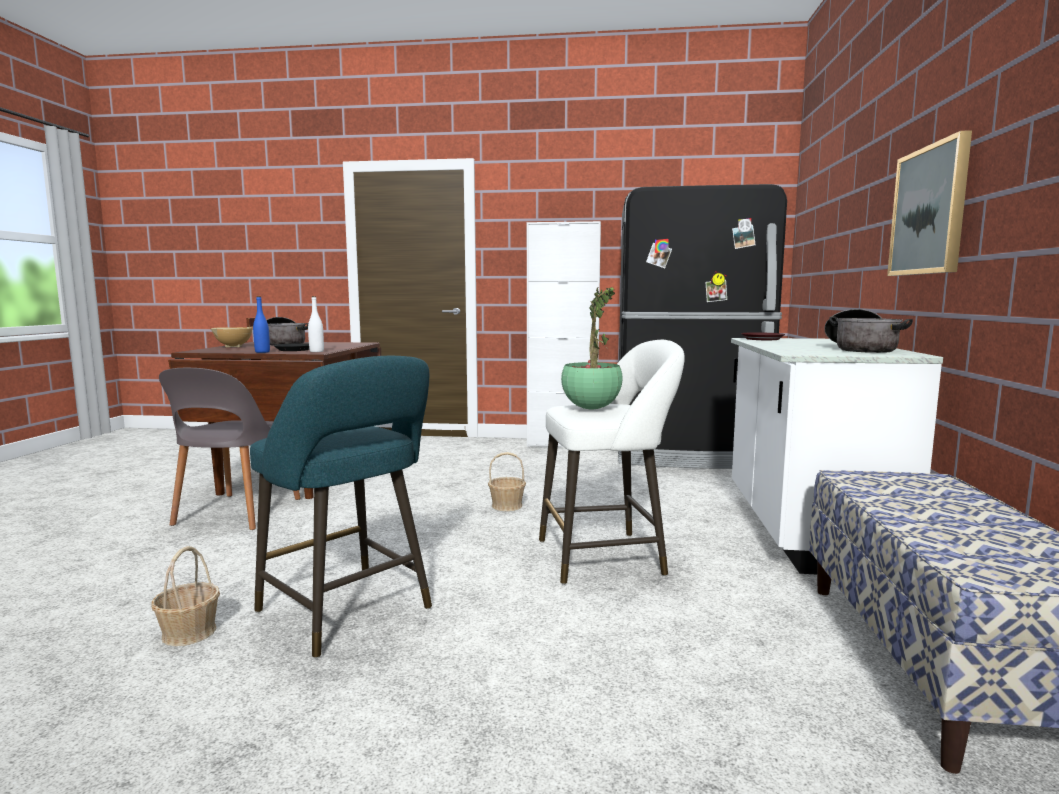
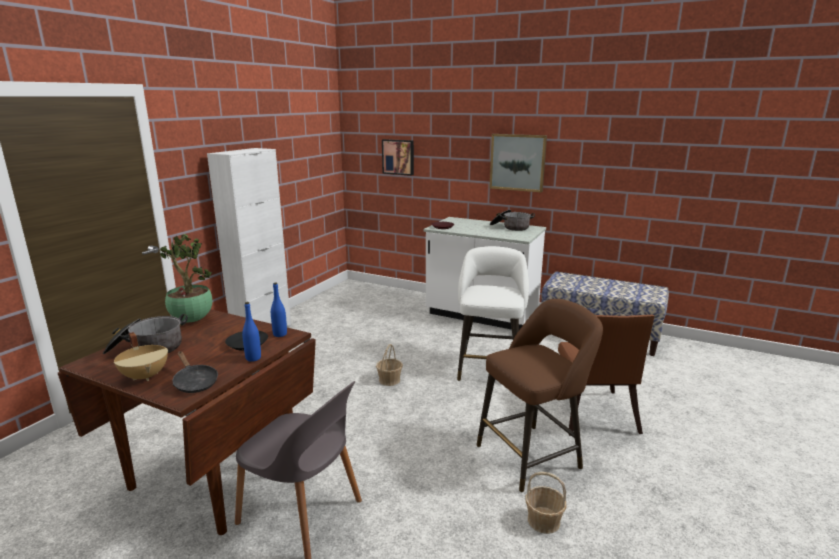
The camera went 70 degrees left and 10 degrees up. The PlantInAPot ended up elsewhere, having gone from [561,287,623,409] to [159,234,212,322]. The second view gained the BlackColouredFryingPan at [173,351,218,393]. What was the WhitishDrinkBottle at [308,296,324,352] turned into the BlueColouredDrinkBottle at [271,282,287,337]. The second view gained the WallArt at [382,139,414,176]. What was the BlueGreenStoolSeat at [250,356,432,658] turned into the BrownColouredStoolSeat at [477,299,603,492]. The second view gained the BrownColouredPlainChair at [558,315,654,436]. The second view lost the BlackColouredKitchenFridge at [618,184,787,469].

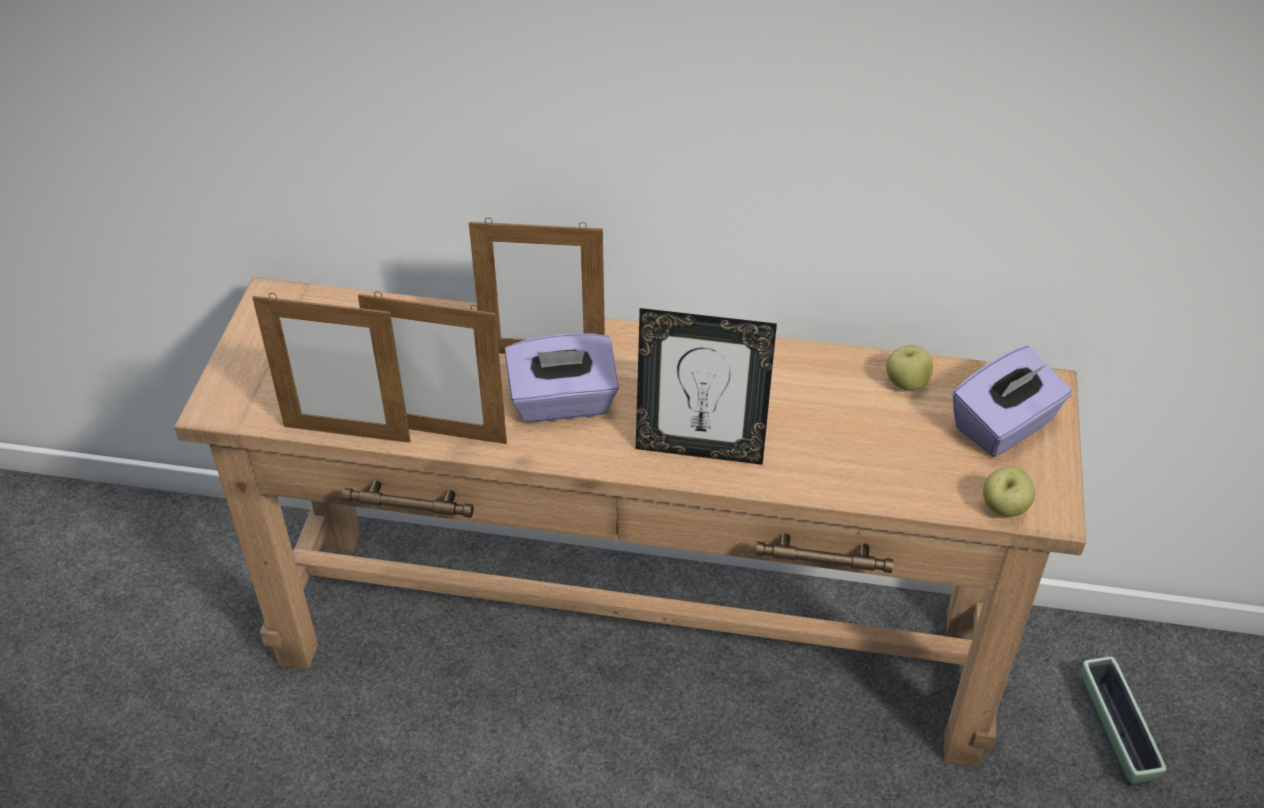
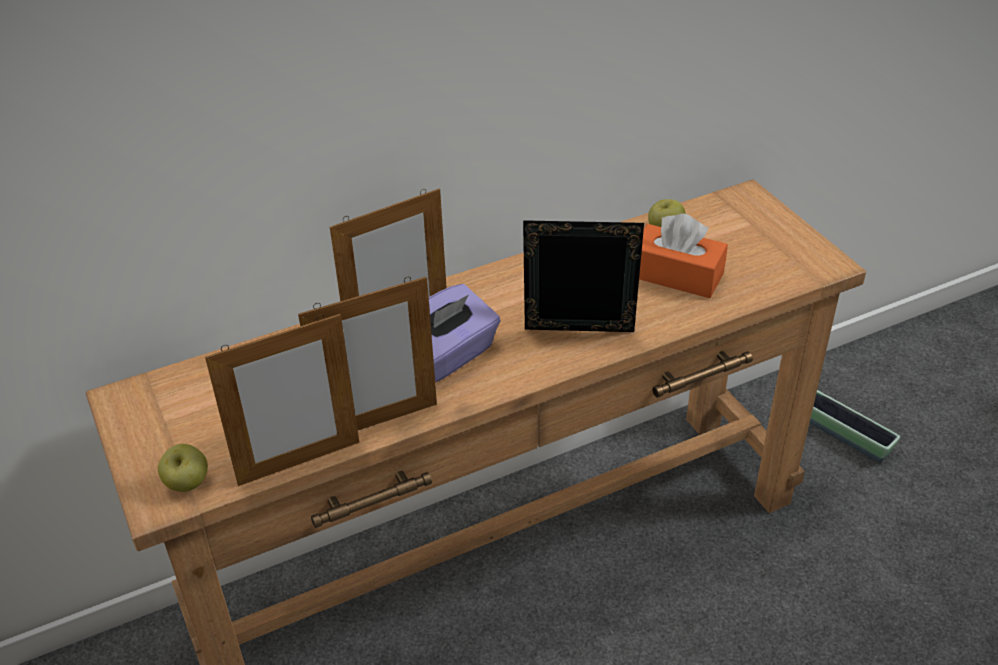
The camera went 35 degrees left and 5 degrees down. The WholeApple ended up elsewhere, having gone from [983,467,1035,517] to [158,444,208,492]. The PhotoFrame at [636,308,777,465] ended up facing another way, 150 degrees counterclockwise from before. The second view gained the OrangeColouredBoxOfTissues at [639,213,728,298]. The second view lost the PurplishBoxOfTissues at [952,346,1072,457].

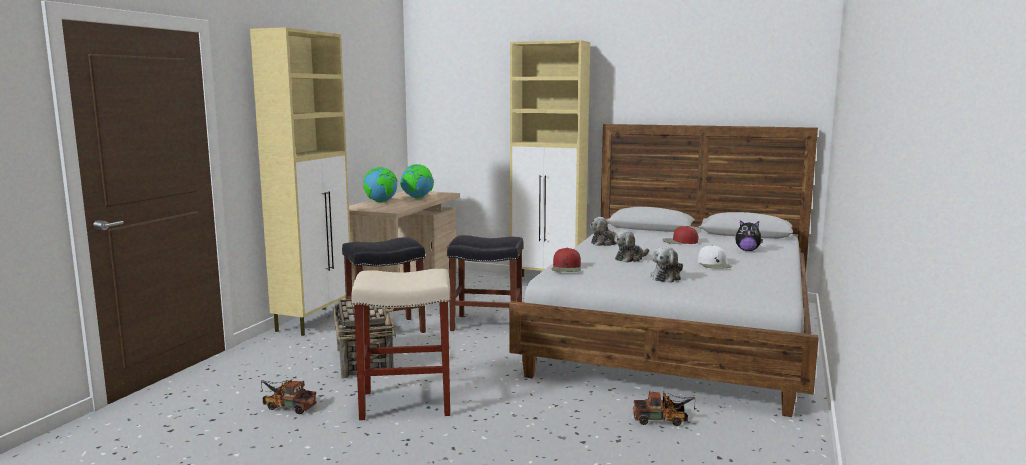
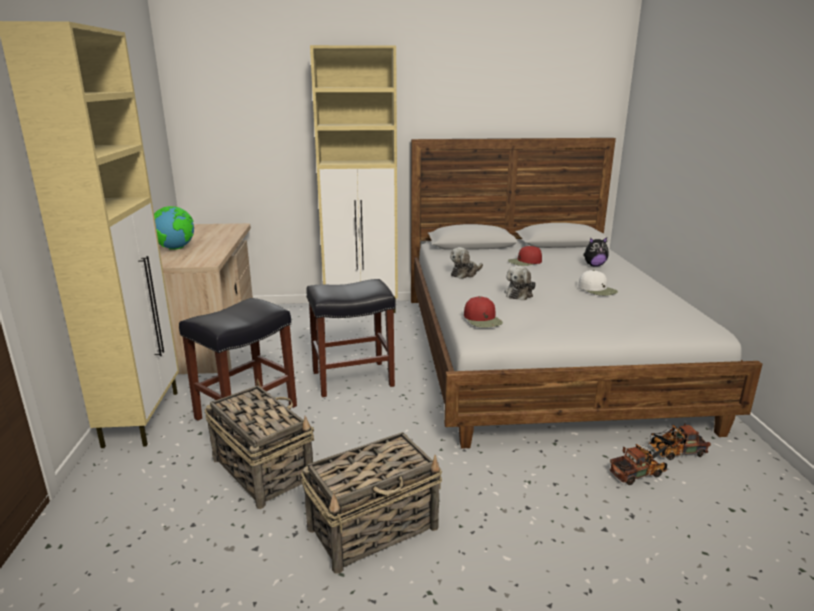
The camera went 25 degrees left and 10 degrees up. Where the SandColouredStoolSeat stood at [351,269,450,420], the StorageBasket came to stand at [301,432,442,574]. The ToyLorry ended up elsewhere, having gone from [260,379,317,414] to [648,423,711,460]. The second view lost the Globe at [400,164,434,198]. The second view lost the PlushToy at [650,246,683,283].

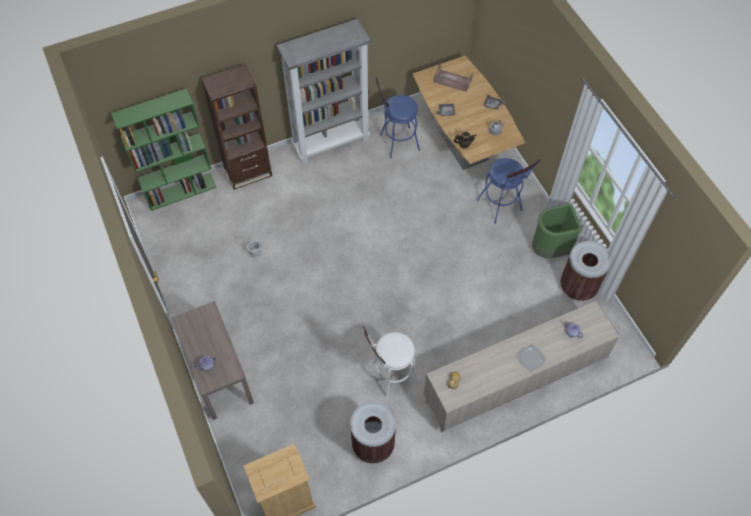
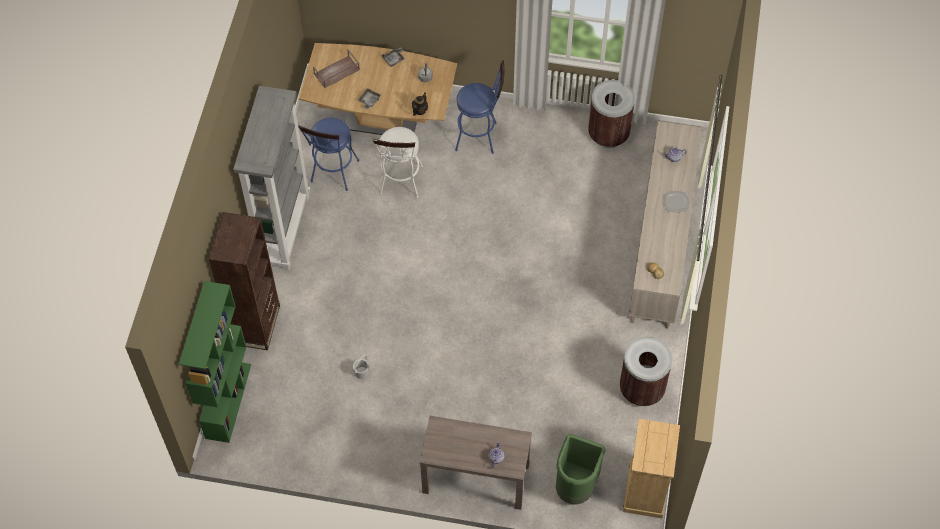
The camera went 55 degrees left and 0 degrees up. The WhitishStoolSeat ended up elsewhere, having gone from [362,327,419,399] to [372,127,423,198]. The GreenRubbishBin ended up elsewhere, having gone from [532,204,582,258] to [556,434,606,504].

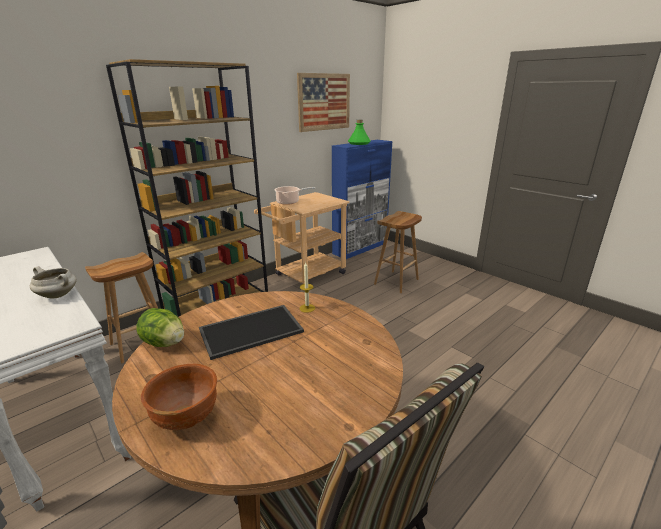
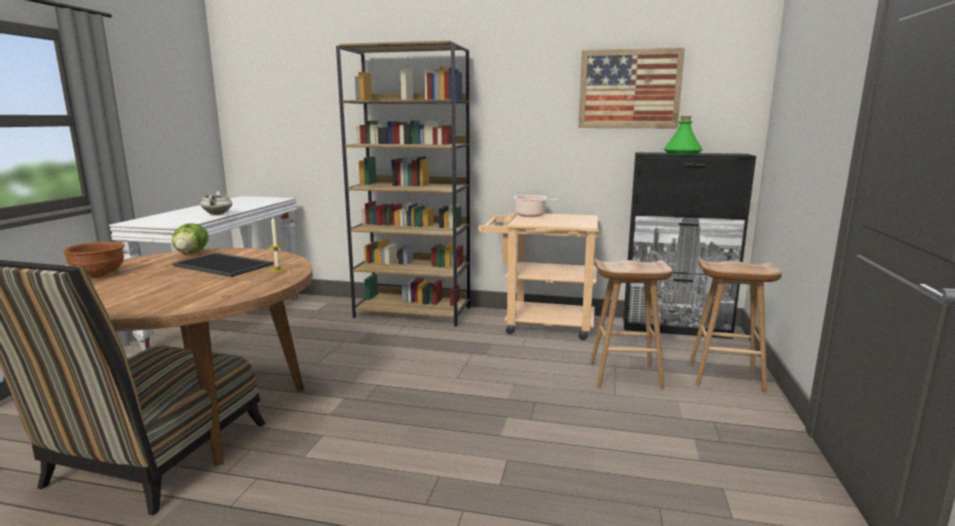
The camera went 55 degrees right and 10 degrees down. What was the BlueColouredStorageCabinet at [332,140,393,259] turned into the BlackColouredStorageCabinet at [623,152,756,339]. The BrownColouredStoolSeat ended up elsewhere, having gone from [85,252,158,363] to [689,259,782,393].

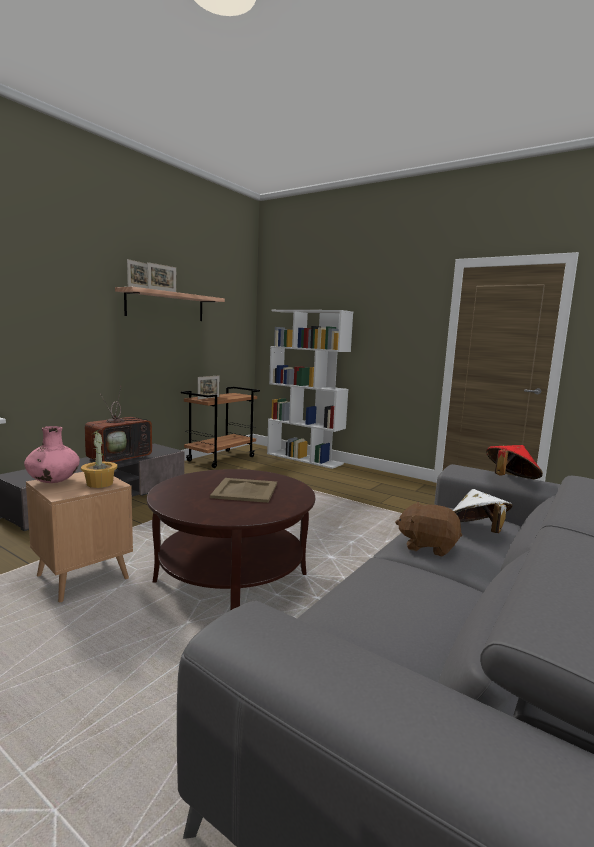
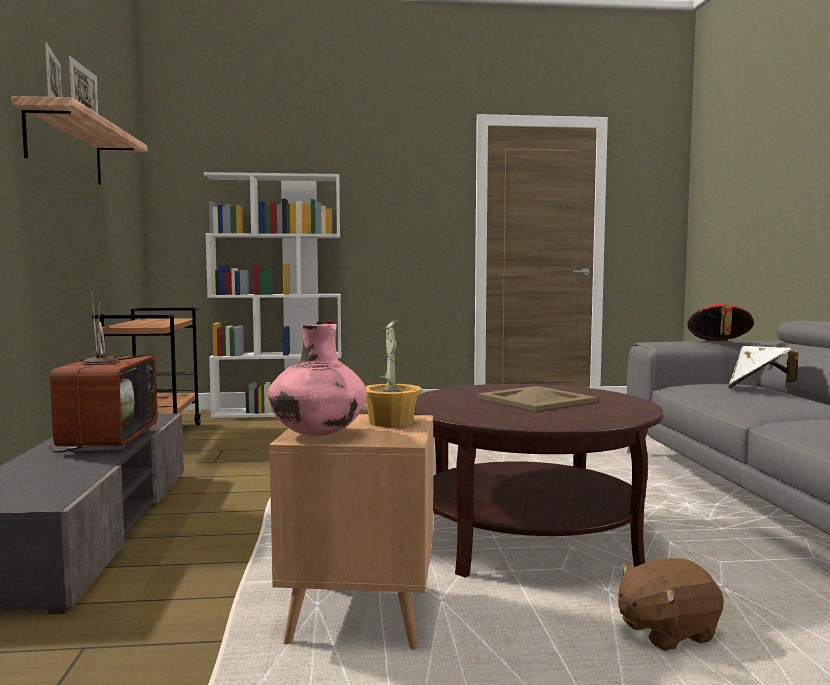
The camera went 40 degrees left and 5 degrees down. The BrownColouredPlushToy ended up elsewhere, having gone from [395,502,462,557] to [618,558,724,651]. The second view lost the PhotoFrame at [198,376,219,399].

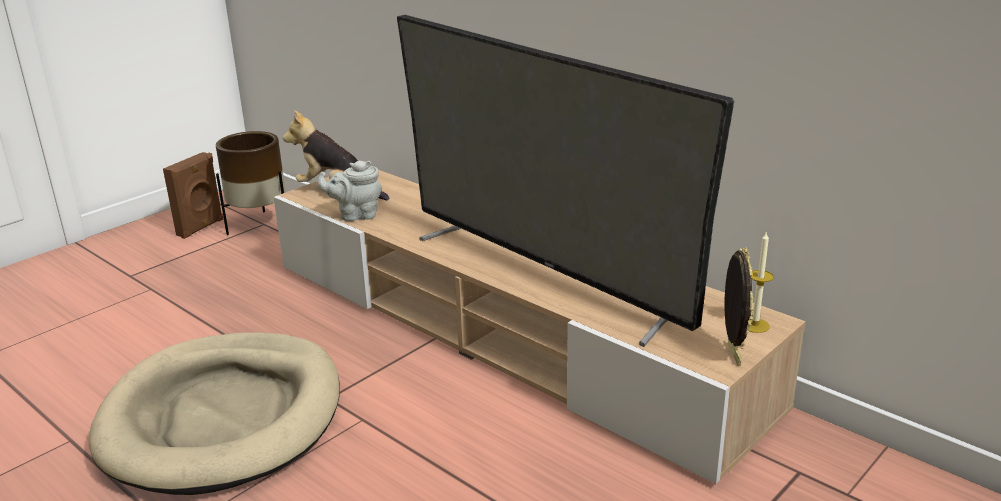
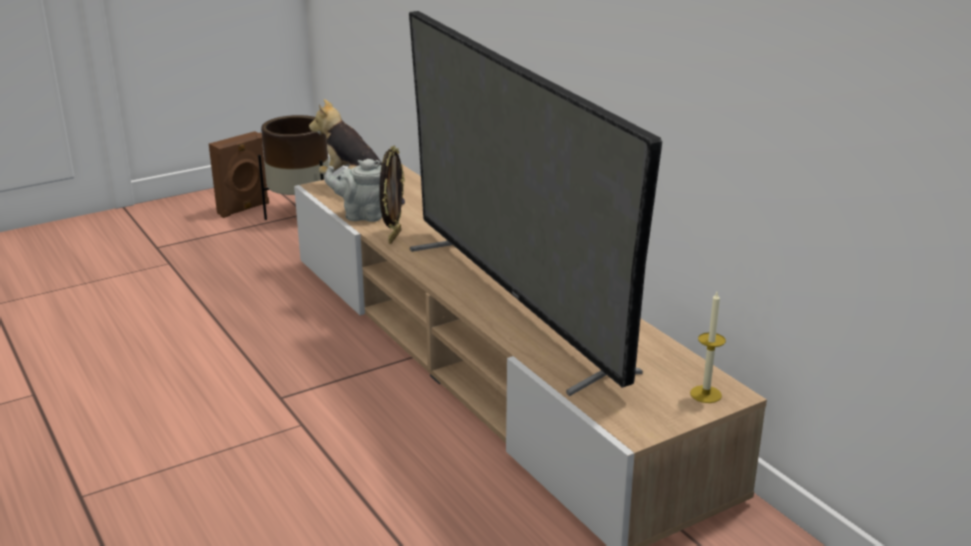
The camera went 15 degrees right and 0 degrees up. The PhotoFrame ended up elsewhere, having gone from [725,247,754,366] to [379,146,405,244]. The second view lost the SandColouredPetBed at [89,332,340,495].

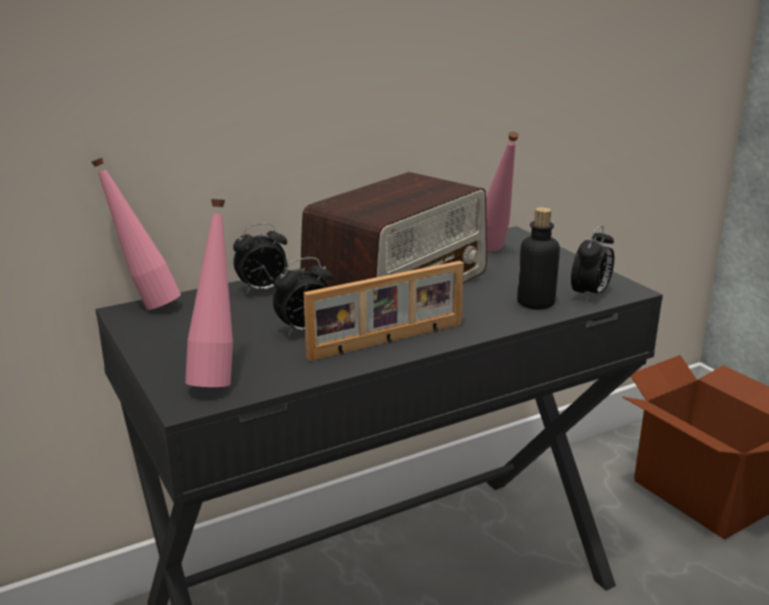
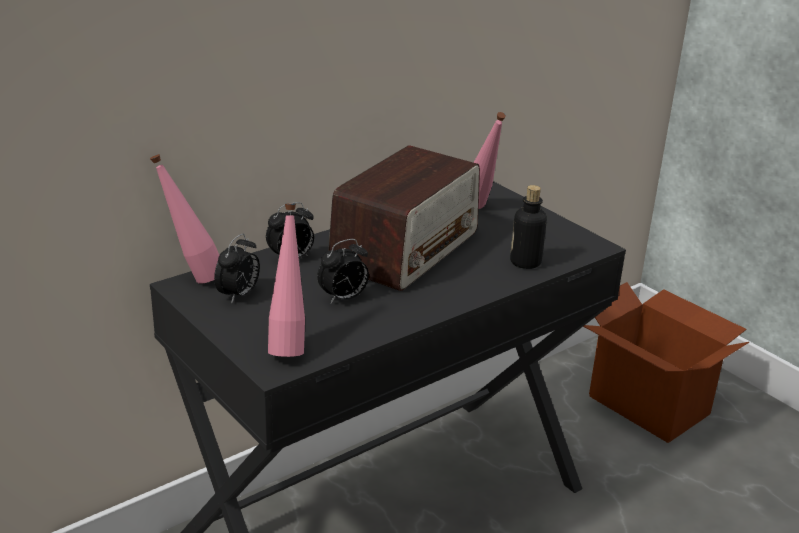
The camera went 10 degrees left and 5 degrees up. The AlarmClock ended up elsewhere, having gone from [571,225,614,301] to [214,234,260,302]. The second view lost the PhotoFrame at [303,261,464,361].

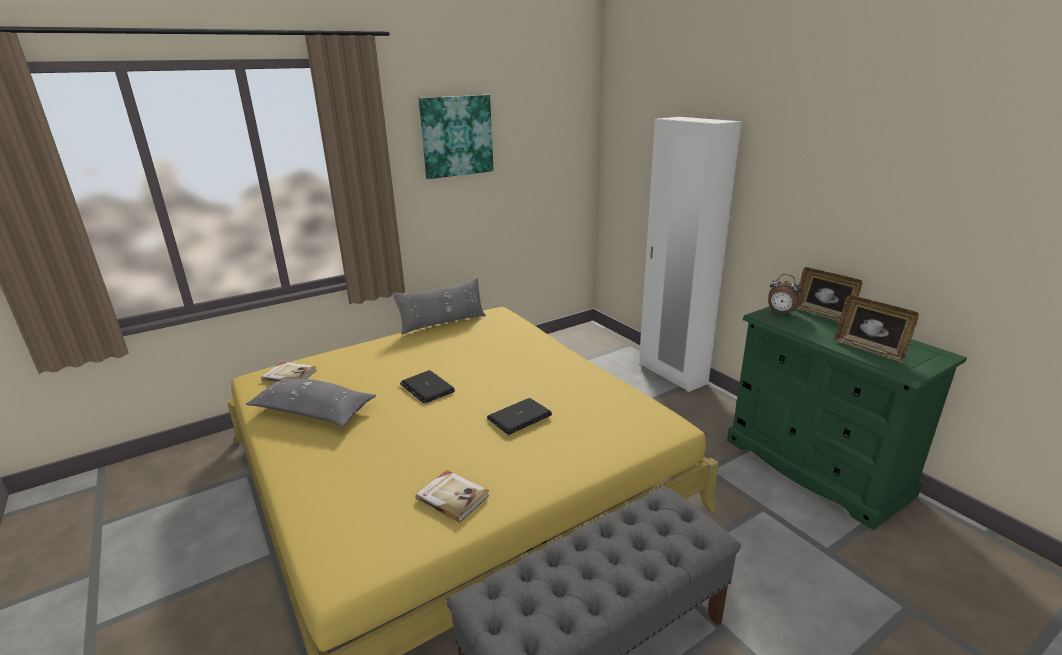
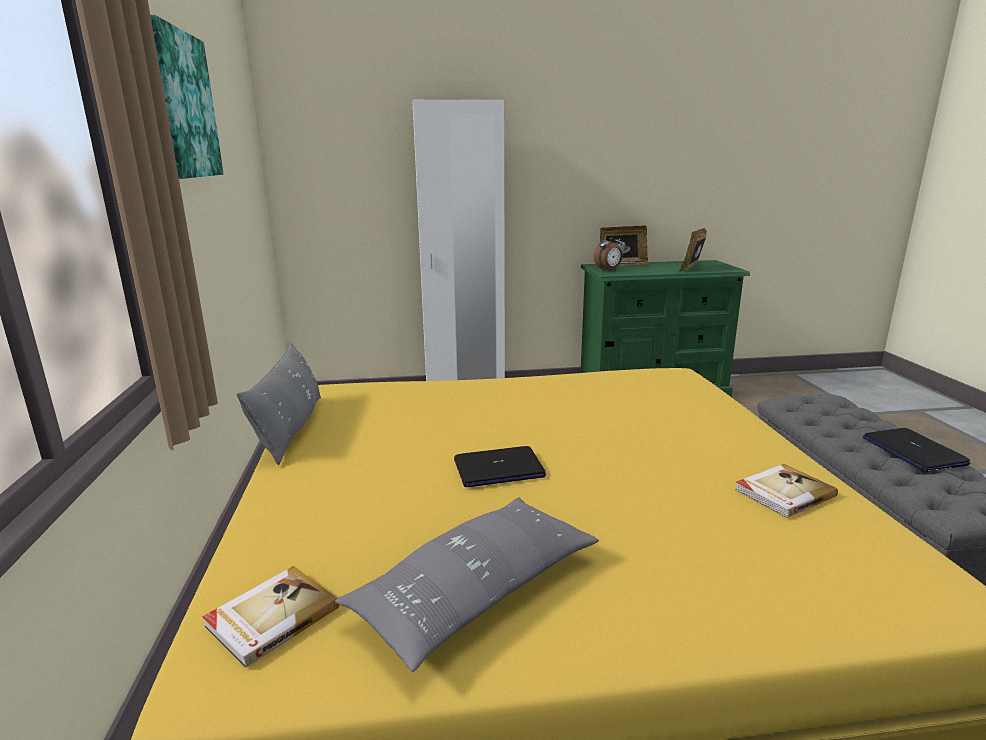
The camera went 65 degrees left and 5 degrees down. The PhotoFrame at [834,295,919,363] ended up facing another way, 135 degrees clockwise from before. The PortableComputer ended up elsewhere, having gone from [487,398,552,435] to [863,428,970,472].

